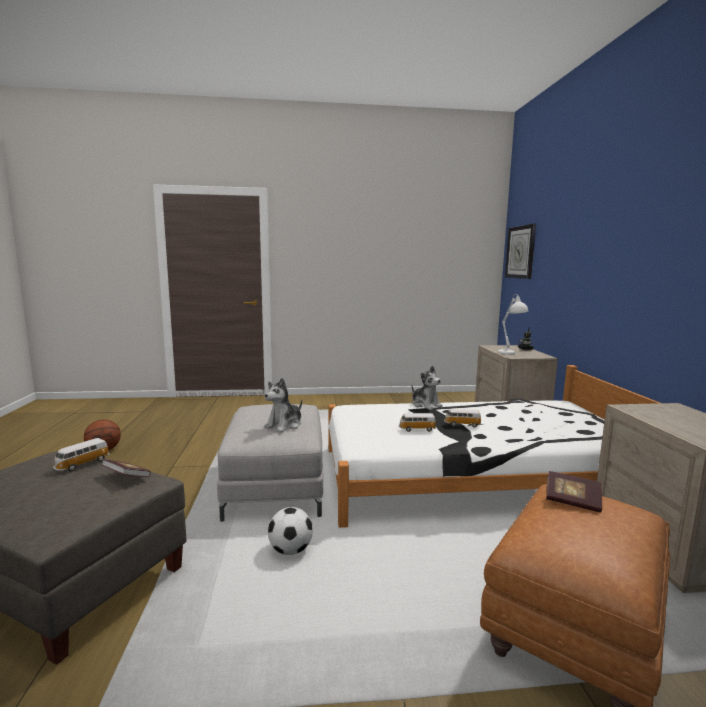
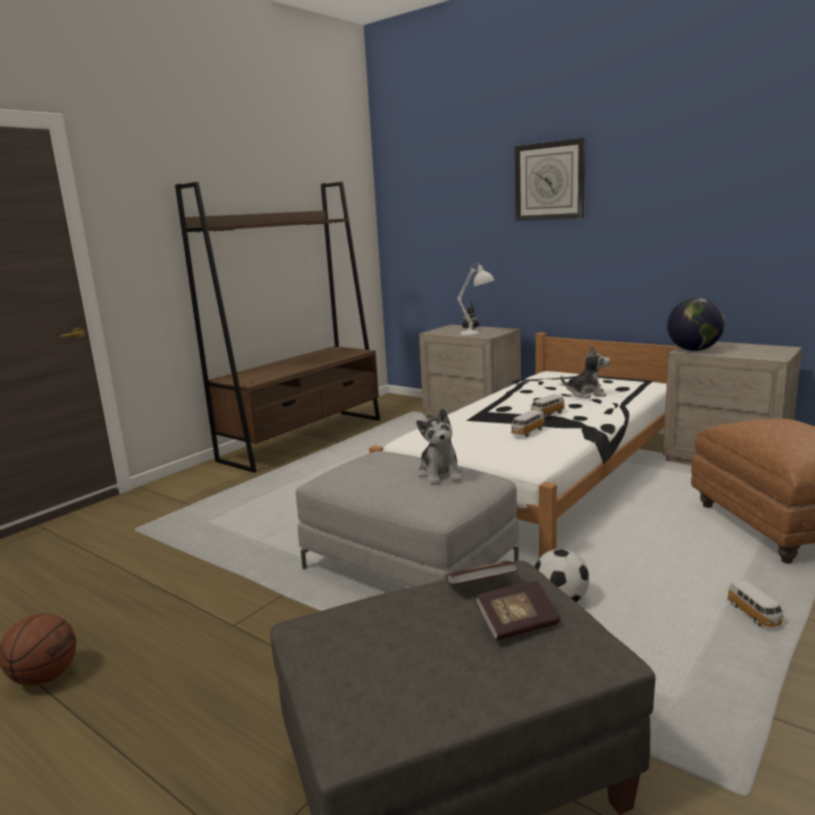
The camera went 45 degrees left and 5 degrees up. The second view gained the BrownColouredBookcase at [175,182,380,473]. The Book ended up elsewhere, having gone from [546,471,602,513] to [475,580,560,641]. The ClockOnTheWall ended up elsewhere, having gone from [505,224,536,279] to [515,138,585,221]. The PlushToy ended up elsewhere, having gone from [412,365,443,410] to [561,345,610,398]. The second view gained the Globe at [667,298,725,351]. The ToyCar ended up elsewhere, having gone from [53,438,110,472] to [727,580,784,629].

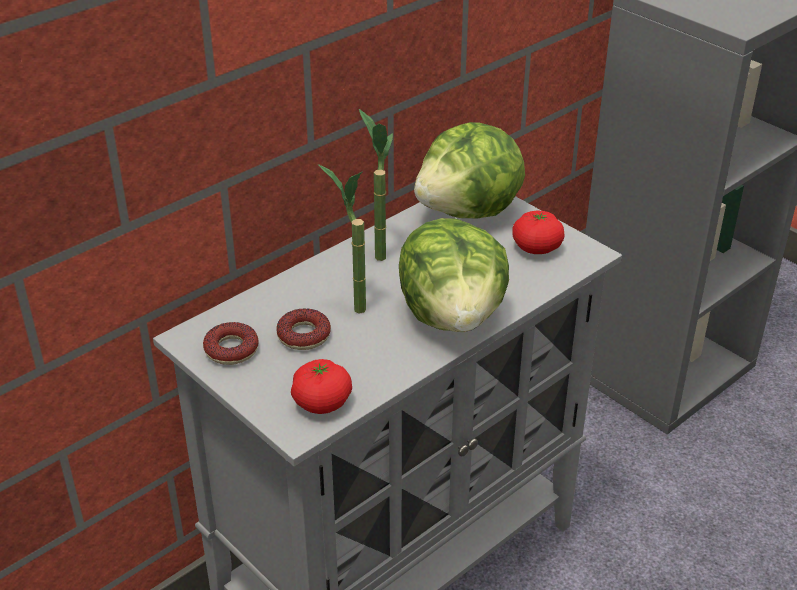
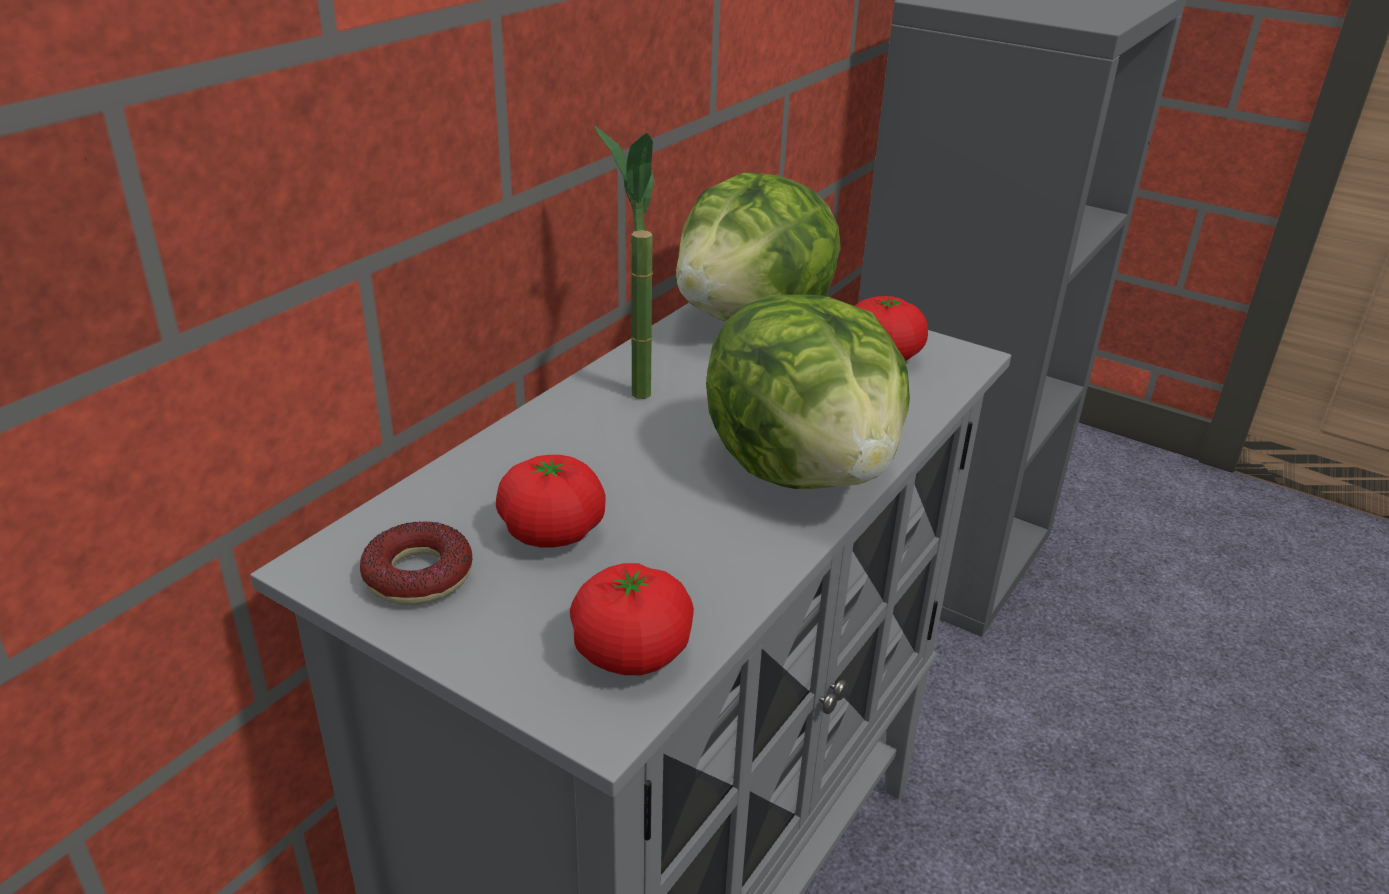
The camera went 15 degrees left and 5 degrees down. Where the RingDoughnut stood at [276,308,331,350], the FreshTomato came to stand at [496,455,606,547]. The second view lost the PlantInAPot at [318,164,366,314].

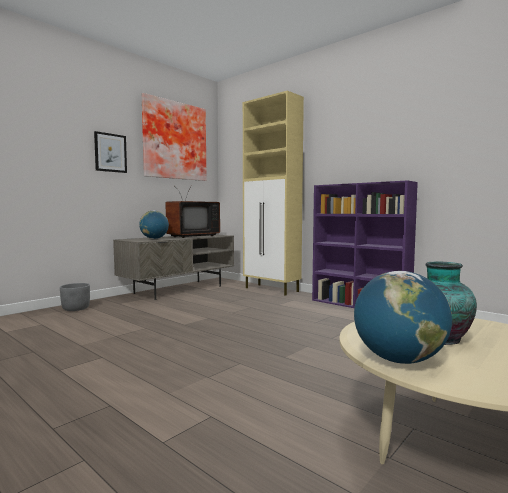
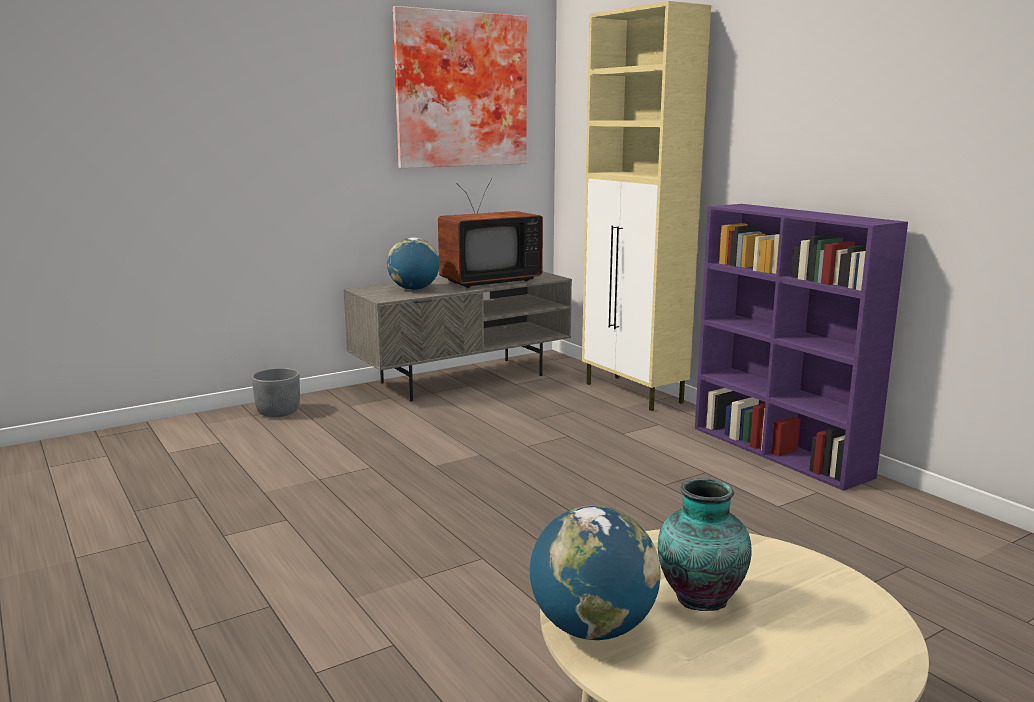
The camera went 15 degrees right and 10 degrees up. The second view lost the WallArt at [94,131,127,173].

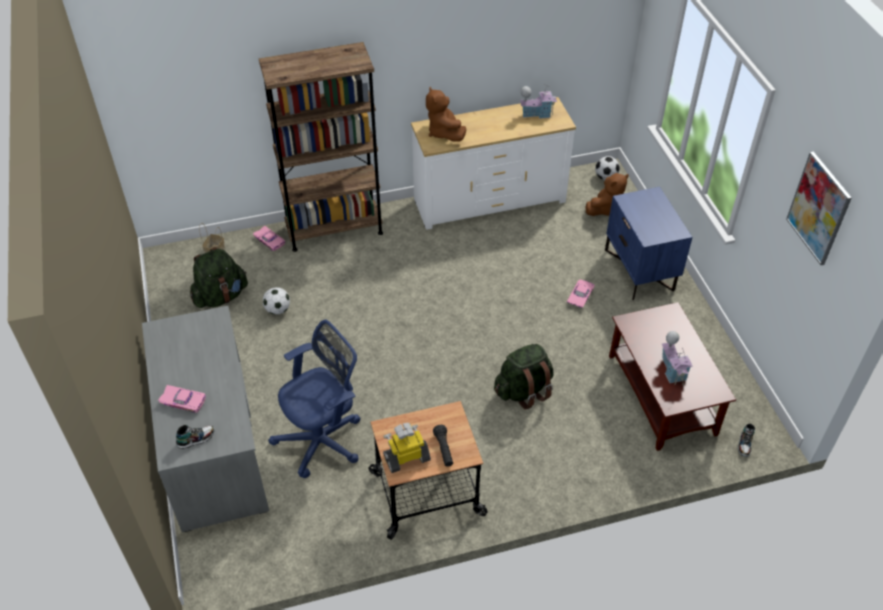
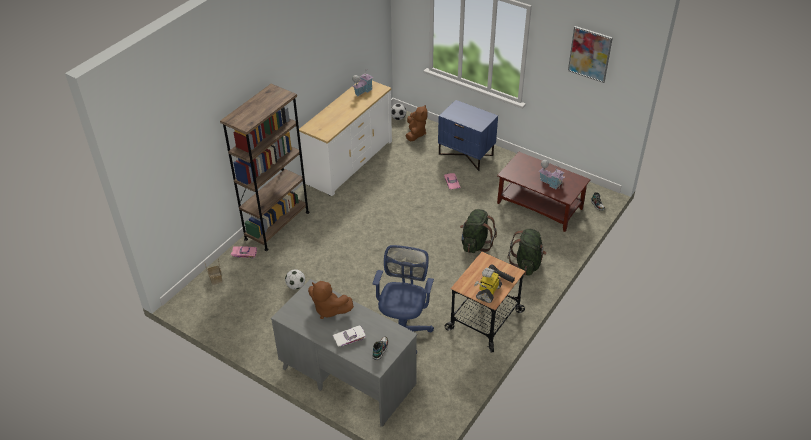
The camera went 40 degrees left and 5 degrees down. The BrownColouredPlushToy ended up elsewhere, having gone from [426,87,466,142] to [308,281,354,319]. What was the PinkToyCar at [158,385,206,413] turned into the WhitishToyCar at [333,325,366,347]. The GreenKnapsack ended up elsewhere, having gone from [190,247,248,308] to [507,229,547,276].

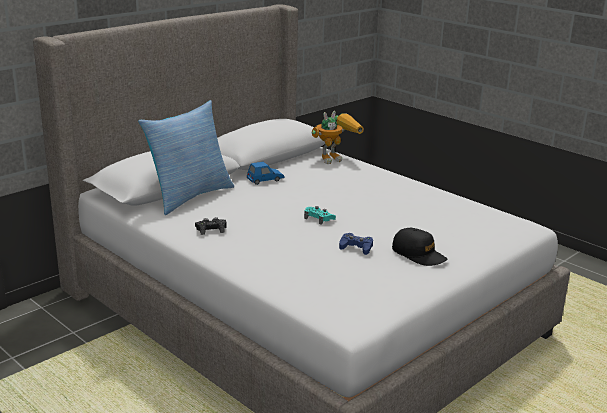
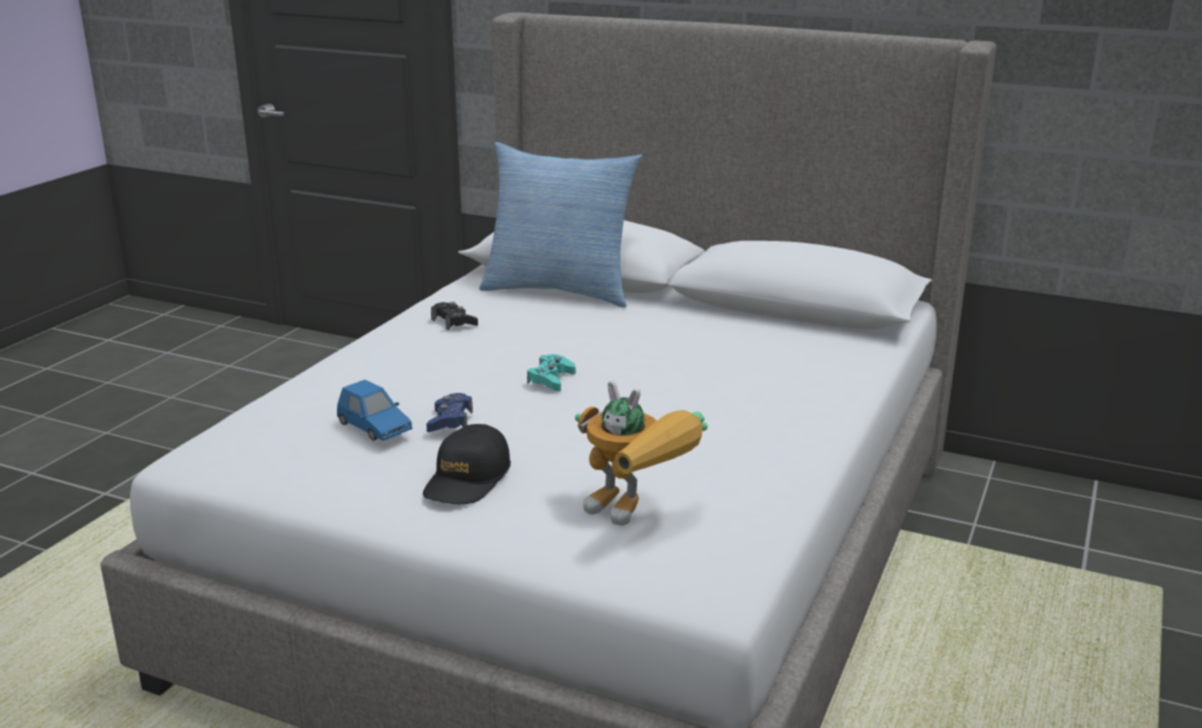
The camera went 70 degrees right and 0 degrees up. The BlueColouredToyCar ended up elsewhere, having gone from [247,161,285,185] to [337,380,412,441]. The ModelRobot ended up elsewhere, having gone from [312,111,364,164] to [575,380,708,526].

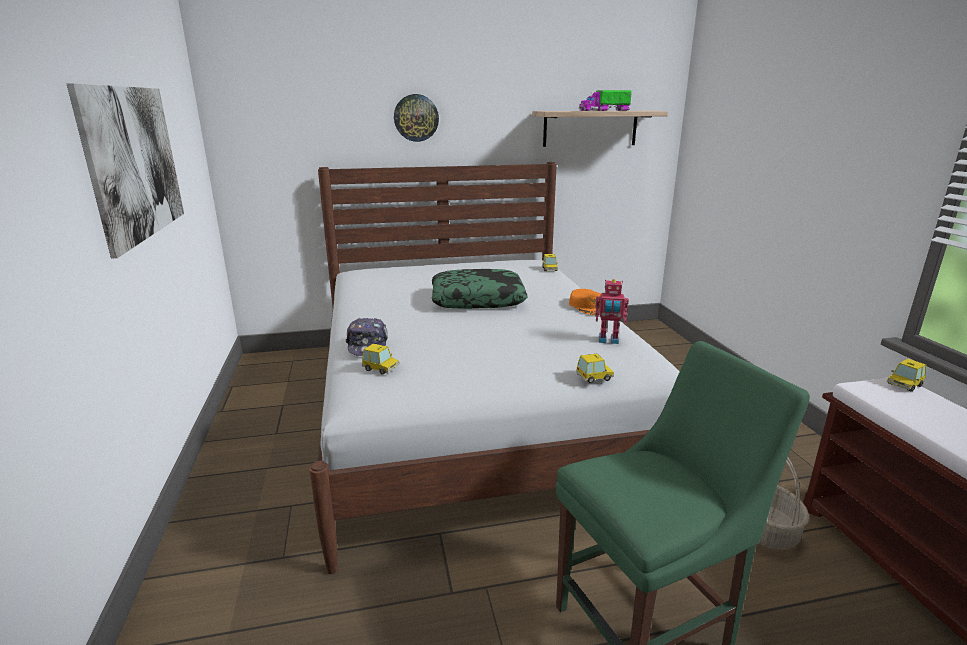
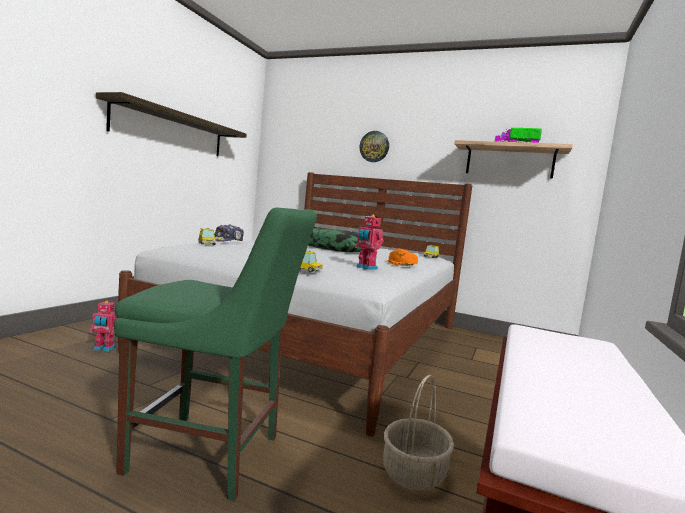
The camera went 35 degrees right and 15 degrees down. The second view gained the ModelRobot at [90,301,118,352]. Where the WallArt hung at [66,83,184,259], the WallShelf came to hang at [96,92,247,156]. The second view lost the ToyCar at [887,359,926,392].

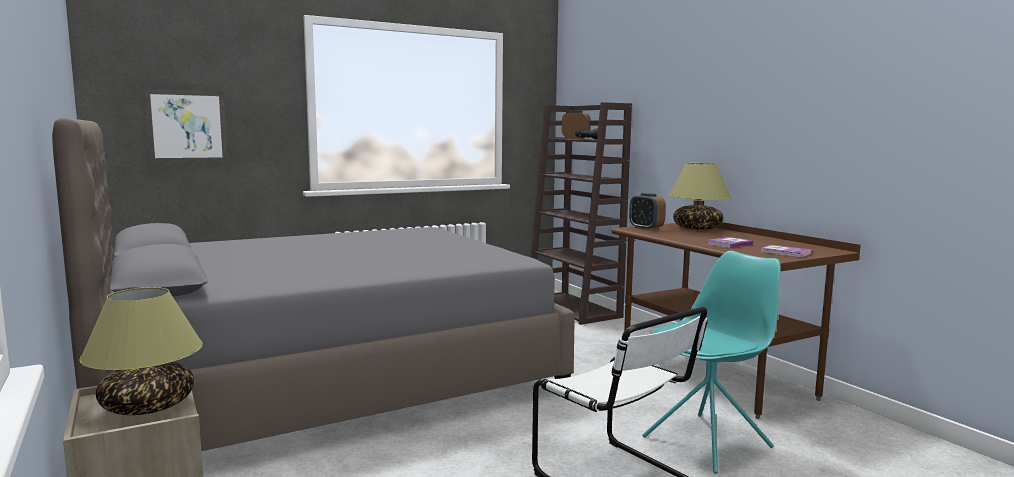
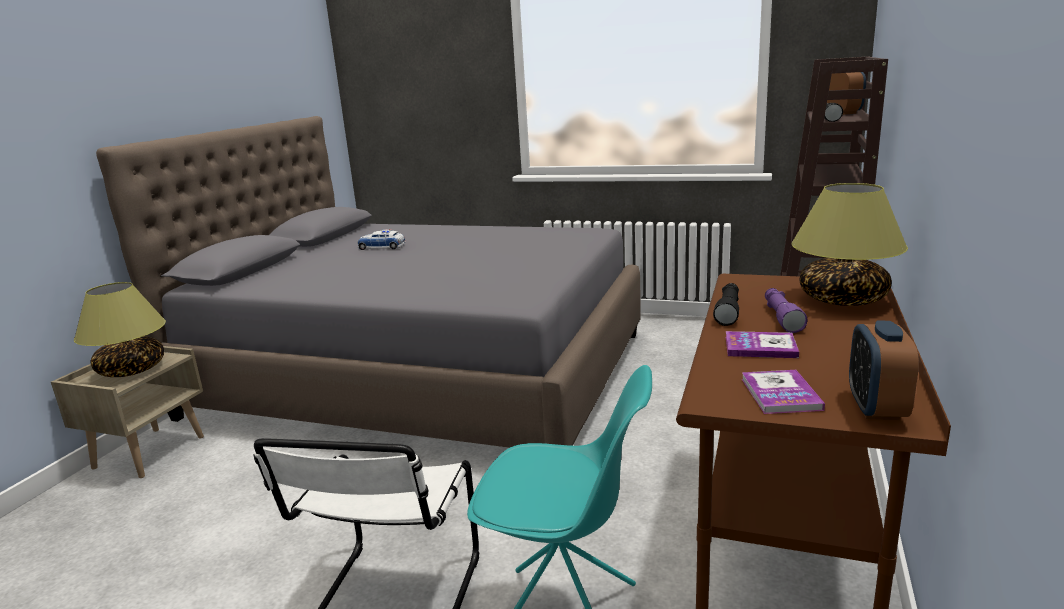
The camera went 50 degrees right and 10 degrees up. The second view gained the ToyCar at [357,229,406,250]. The second view gained the BlackColouredFlashlight at [713,283,739,326]. The second view gained the PurplishFlashlight at [765,288,807,333]. The AlarmClock ended up elsewhere, having gone from [629,193,666,230] to [849,321,919,420]. The second view lost the WallArt at [145,89,227,162].

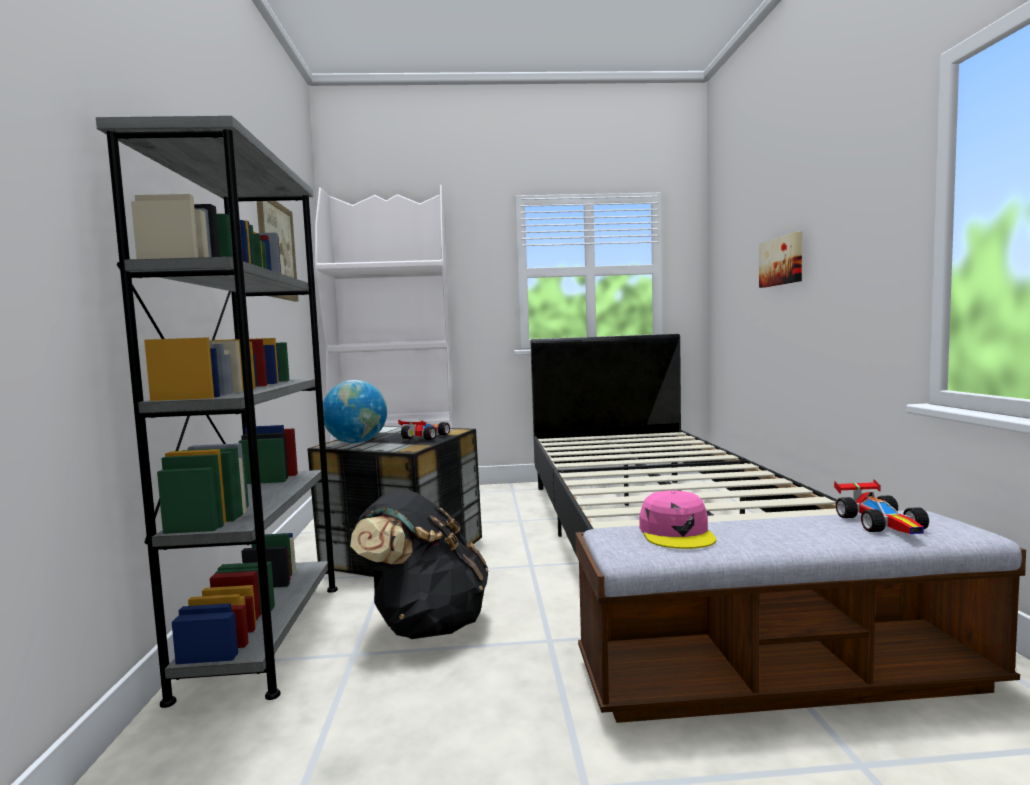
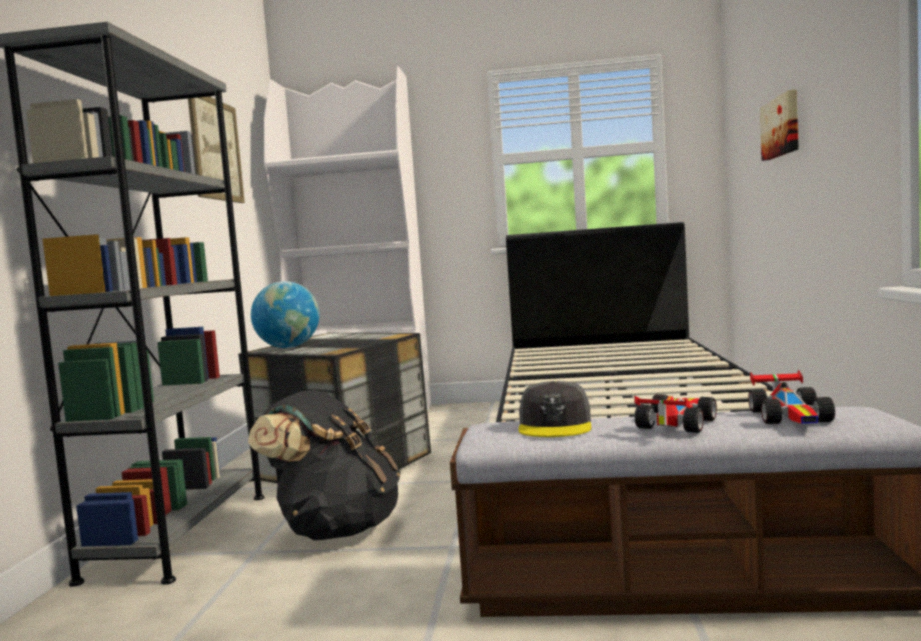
The camera went 10 degrees right and 0 degrees up. What was the PinkBaseballCap at [639,490,716,549] turned into the GrayBaseballCap at [518,381,591,437]. The ToyCar ended up elsewhere, having gone from [398,420,450,440] to [634,394,717,433].

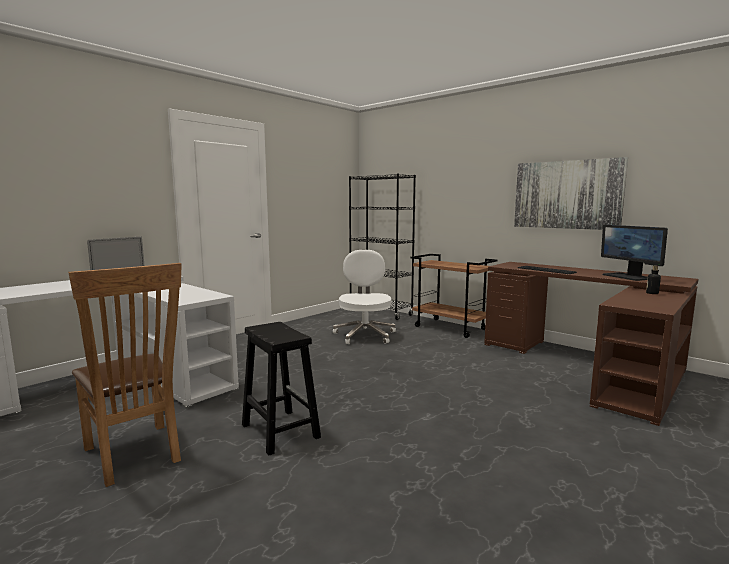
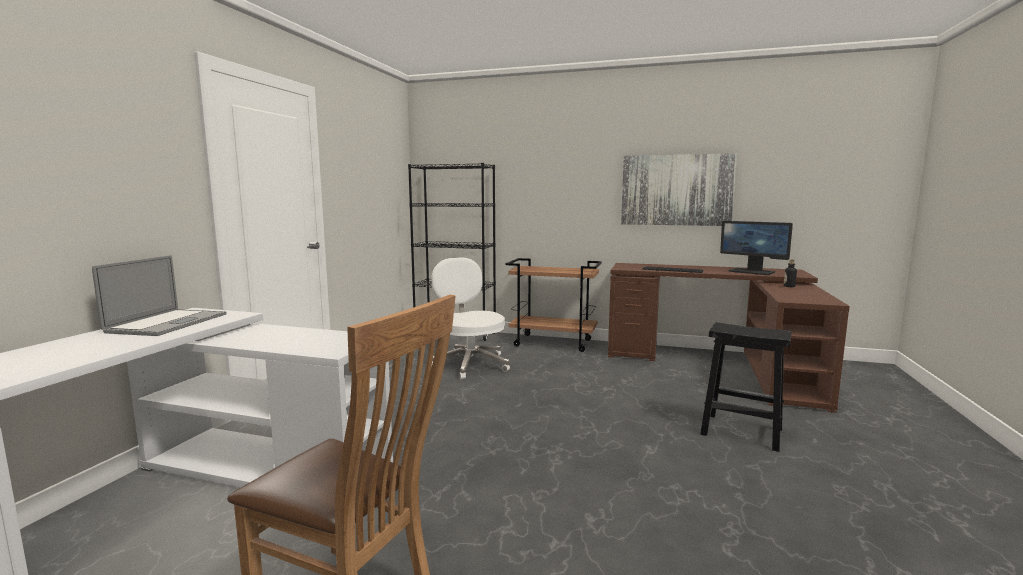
The camera went 25 degrees left and 0 degrees up. The BlackColouredStoolSeat ended up elsewhere, having gone from [242,322,321,456] to [700,322,792,452].

